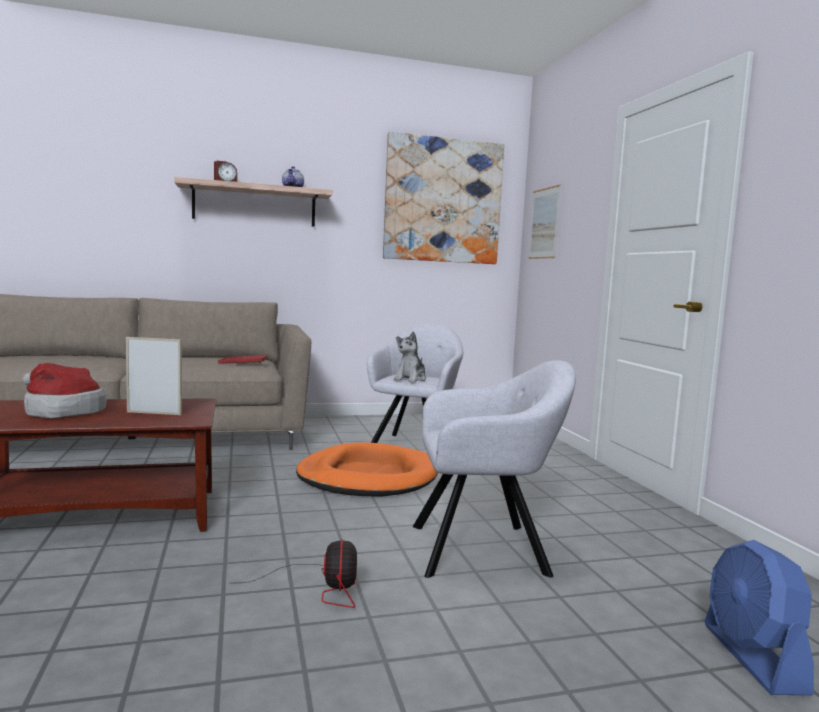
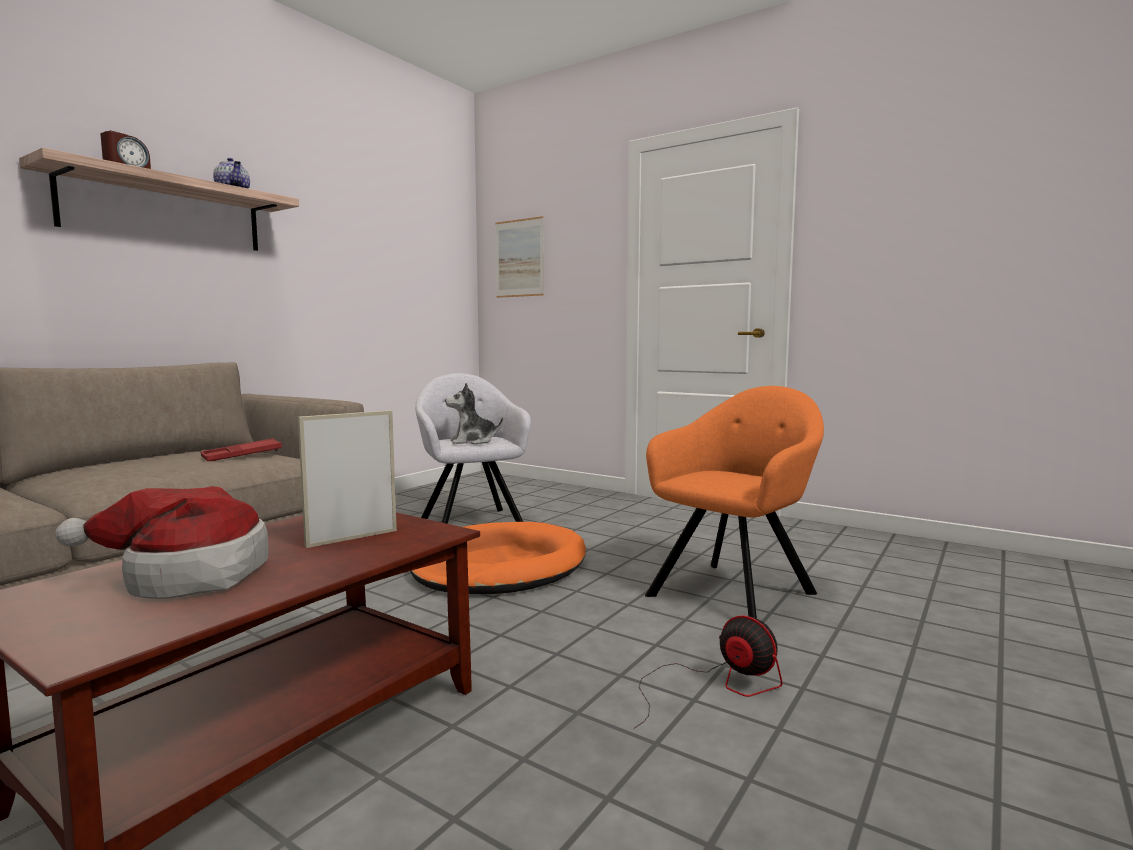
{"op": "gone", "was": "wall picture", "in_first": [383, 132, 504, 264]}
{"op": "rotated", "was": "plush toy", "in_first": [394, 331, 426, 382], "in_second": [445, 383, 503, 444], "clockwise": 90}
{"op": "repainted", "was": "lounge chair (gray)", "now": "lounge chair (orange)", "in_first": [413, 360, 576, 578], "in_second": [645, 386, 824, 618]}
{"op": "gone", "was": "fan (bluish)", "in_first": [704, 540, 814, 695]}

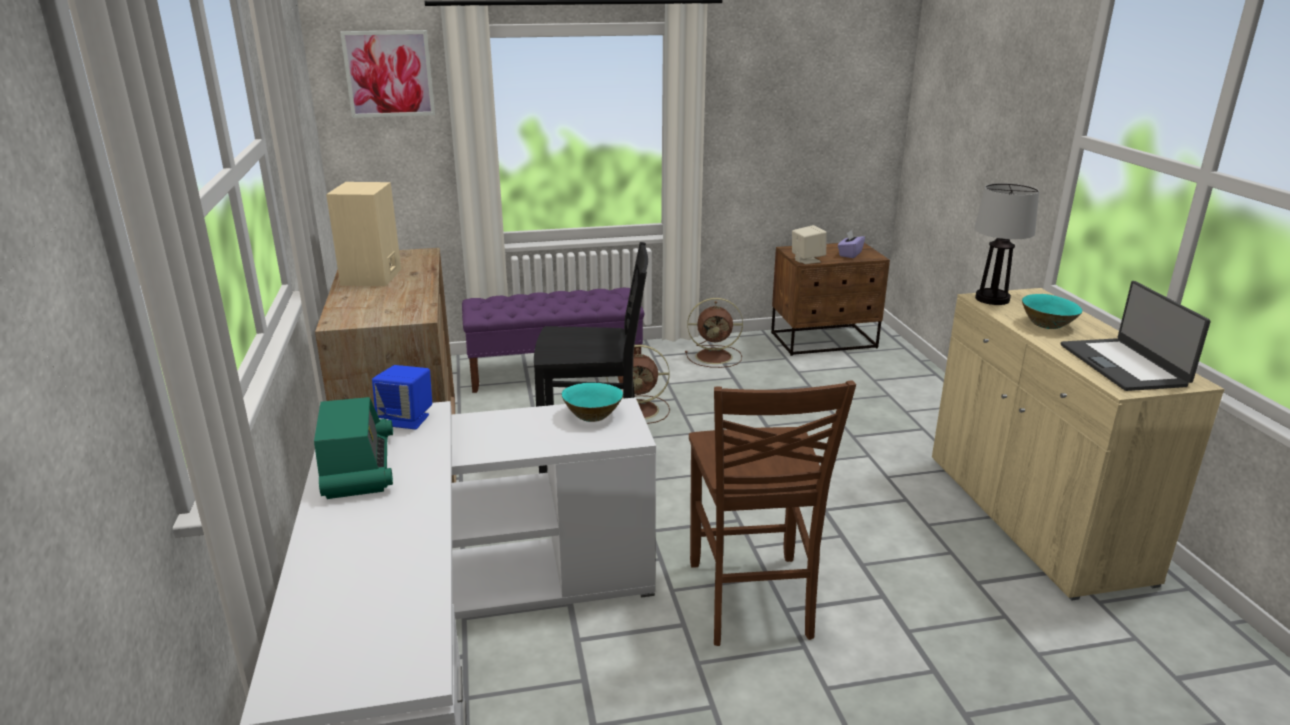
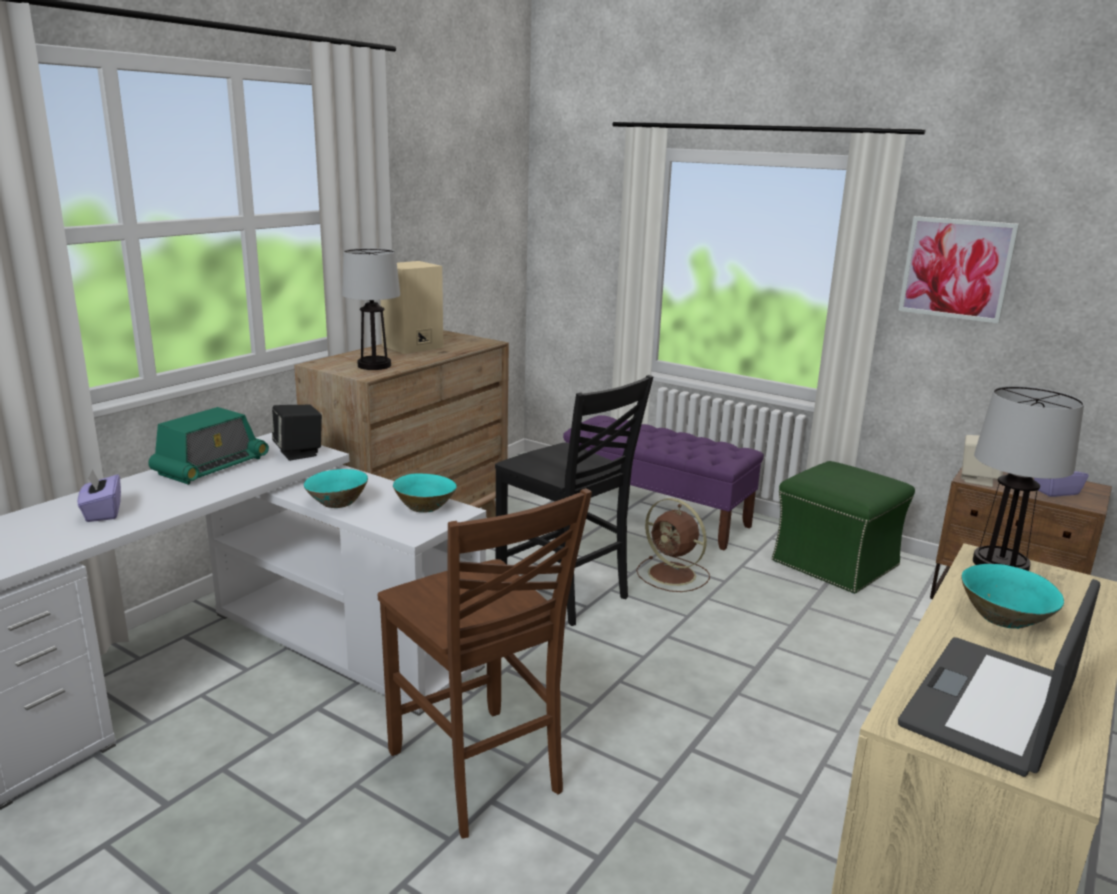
{"op": "shifted", "was": "wall picture", "in_first": [340, 30, 435, 118], "in_second": [898, 216, 1019, 324]}
{"op": "repainted", "was": "loudspeaker (bluish)", "now": "loudspeaker (black-coloured)", "in_first": [372, 365, 432, 429], "in_second": [272, 405, 322, 461]}
{"op": "swapped", "was": "fan (brownish)", "now": "ottoman (green-coloured)", "in_first": [685, 298, 743, 368], "in_second": [772, 461, 915, 594]}
{"op": "rotated", "was": "upright chair (brownish)", "in_first": [689, 380, 856, 646], "in_second": [378, 488, 592, 839], "clockwise": -75}
{"op": "new", "now": "tissue holder (purplish)", "in_second": [77, 469, 121, 522]}
{"op": "new", "now": "deep dish (turquoise-coloured)", "in_second": [304, 469, 368, 508]}
{"op": "new", "now": "table lamp", "in_second": [342, 248, 400, 370]}

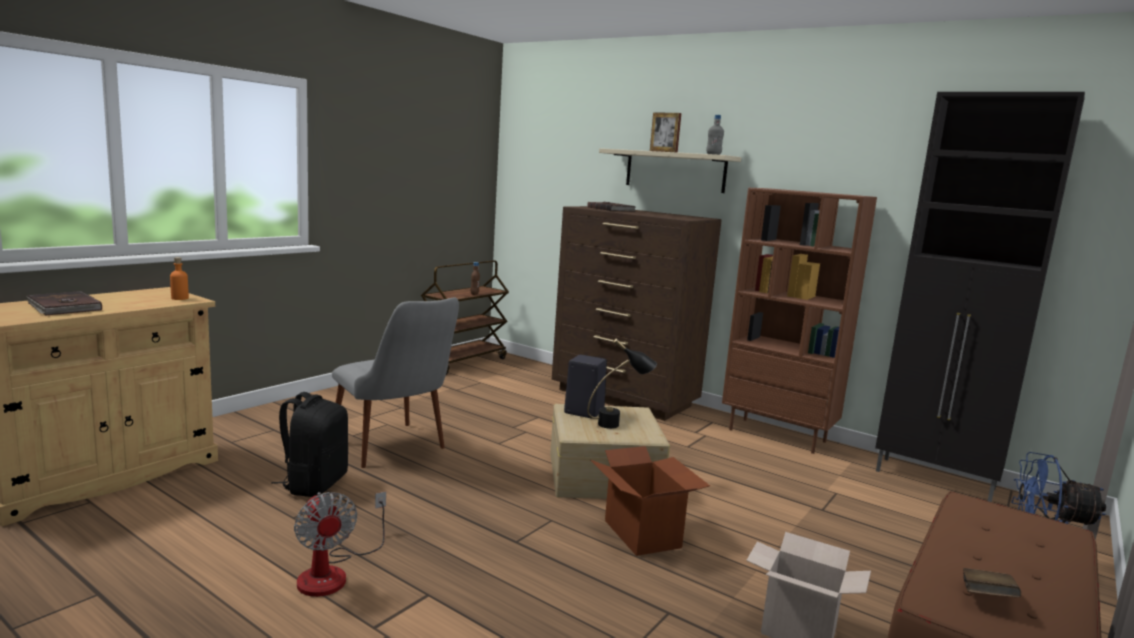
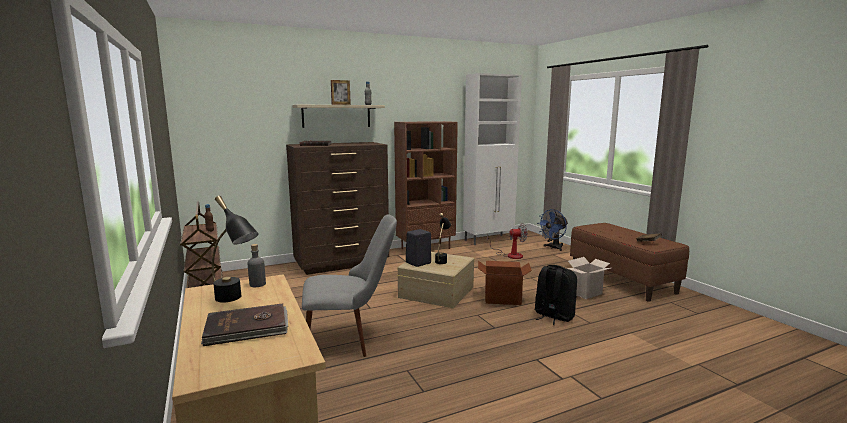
{"op": "repainted", "was": "bottle (orange)", "now": "bottle (gray)", "in_first": [170, 257, 189, 300], "in_second": [248, 244, 266, 287]}
{"op": "shifted", "was": "backpack (black-coloured)", "in_first": [271, 392, 348, 497], "in_second": [534, 265, 577, 325]}
{"op": "shifted", "was": "fan", "in_first": [294, 492, 386, 597], "in_second": [487, 223, 527, 259]}
{"op": "repainted", "was": "cupboard (black-coloured)", "now": "cupboard (whitish)", "in_first": [875, 92, 1085, 502], "in_second": [463, 73, 522, 245]}
{"op": "new", "now": "table lamp (black-coloured)", "in_second": [212, 196, 259, 303]}

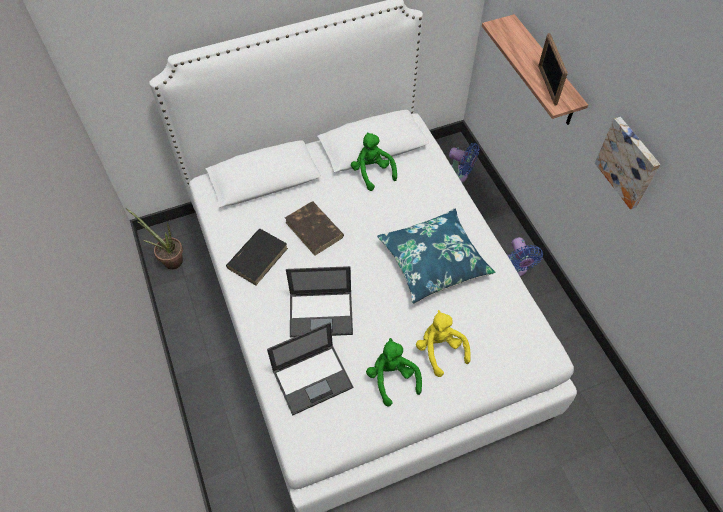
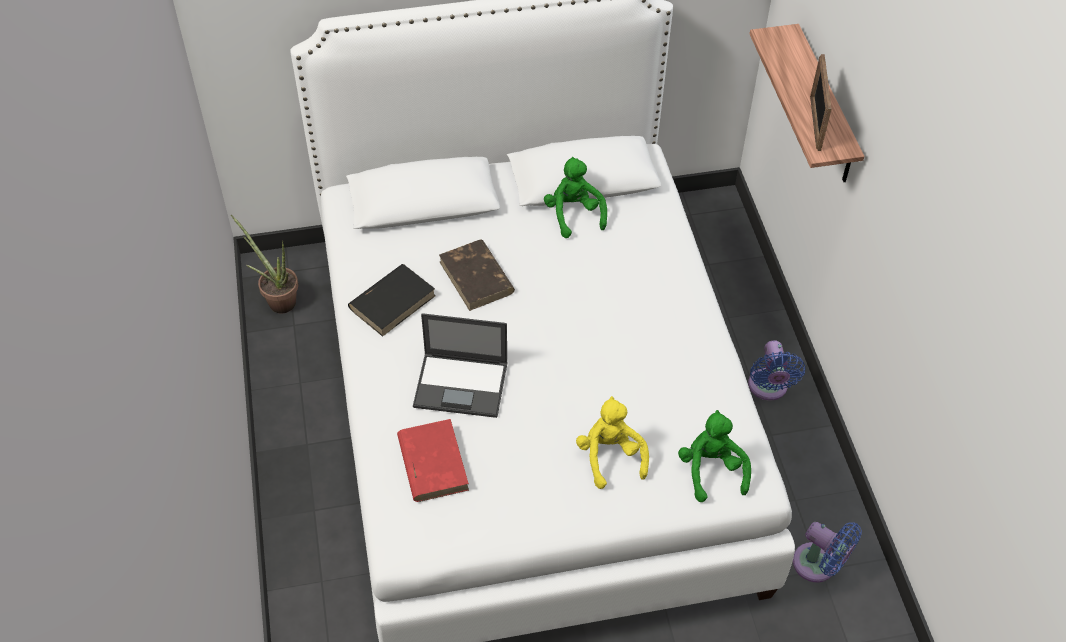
{"op": "swapped", "was": "laptop", "now": "bound book (reddish)", "in_first": [267, 322, 353, 415], "in_second": [397, 419, 469, 502]}
{"op": "shifted", "was": "plush toy (green-coloured)", "in_first": [366, 338, 422, 406], "in_second": [678, 410, 751, 502]}
{"op": "gone", "was": "cushion (bluish)", "in_first": [377, 209, 495, 304]}
{"op": "shifted", "was": "fan (bluish)", "in_first": [449, 143, 479, 183], "in_second": [793, 522, 862, 582]}
{"op": "gone", "was": "wall picture", "in_first": [595, 117, 660, 209]}

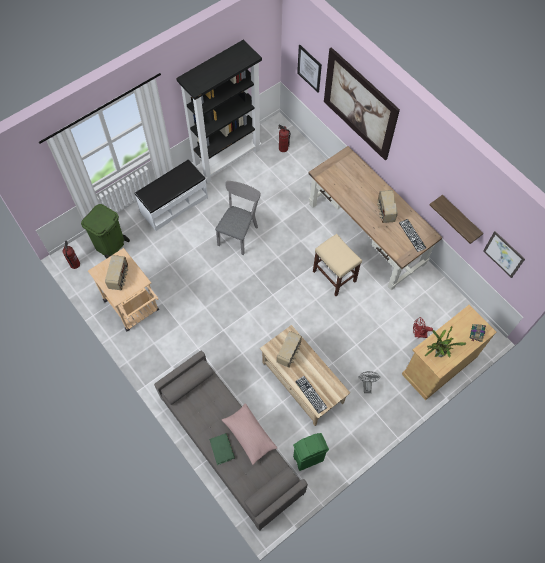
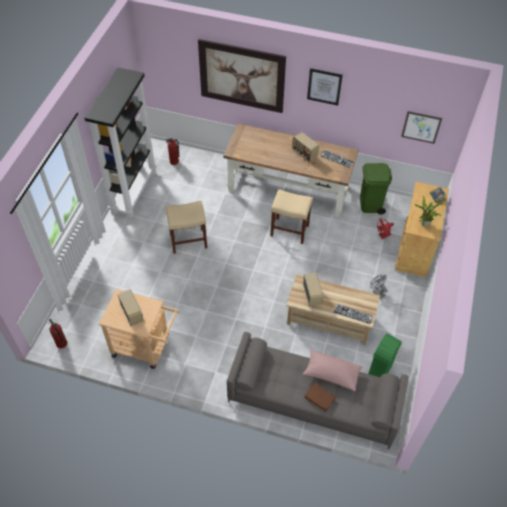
{"op": "shifted", "was": "rubbish bin (green-coloured)", "in_first": [81, 204, 130, 259], "in_second": [360, 163, 392, 215]}
{"op": "gone", "was": "long seat (whitish)", "in_first": [134, 159, 208, 231]}
{"op": "repainted", "was": "bound book (green-coloured)", "now": "bound book (brownish)", "in_first": [209, 433, 235, 465], "in_second": [304, 383, 336, 412]}
{"op": "swapped", "was": "upright chair (gray)", "now": "stool (beige)", "in_first": [215, 181, 261, 255], "in_second": [166, 201, 207, 254]}
{"op": "shifted", "was": "wall picture", "in_first": [297, 45, 322, 93], "in_second": [307, 68, 343, 106]}
{"op": "gone", "was": "shelf", "in_first": [430, 195, 483, 244]}

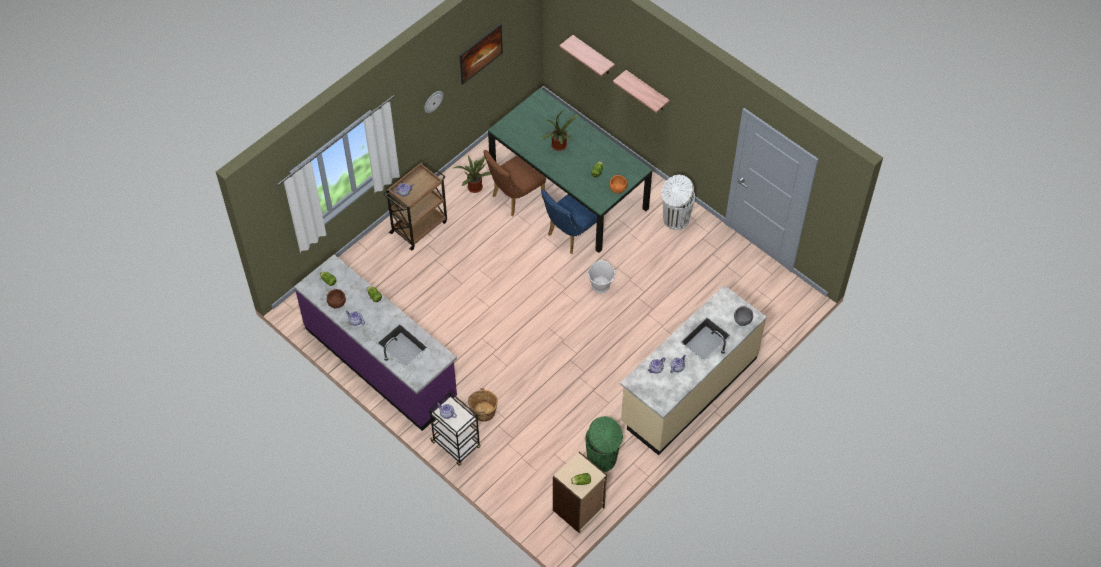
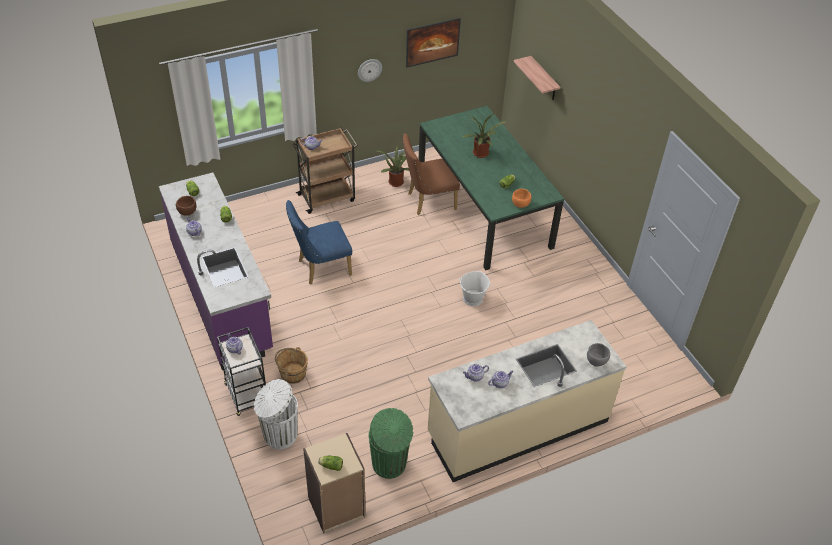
{"op": "shifted", "was": "upright chair (bluish)", "in_first": [541, 190, 597, 254], "in_second": [286, 200, 352, 285]}
{"op": "gone", "was": "shelf", "in_first": [613, 70, 670, 113]}
{"op": "shifted", "was": "rubbish bin (whitish)", "in_first": [661, 175, 695, 230], "in_second": [254, 379, 298, 449]}

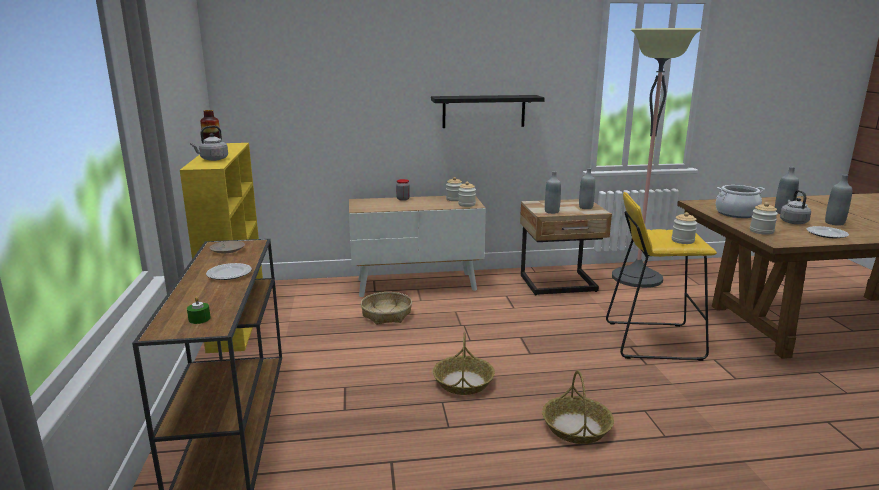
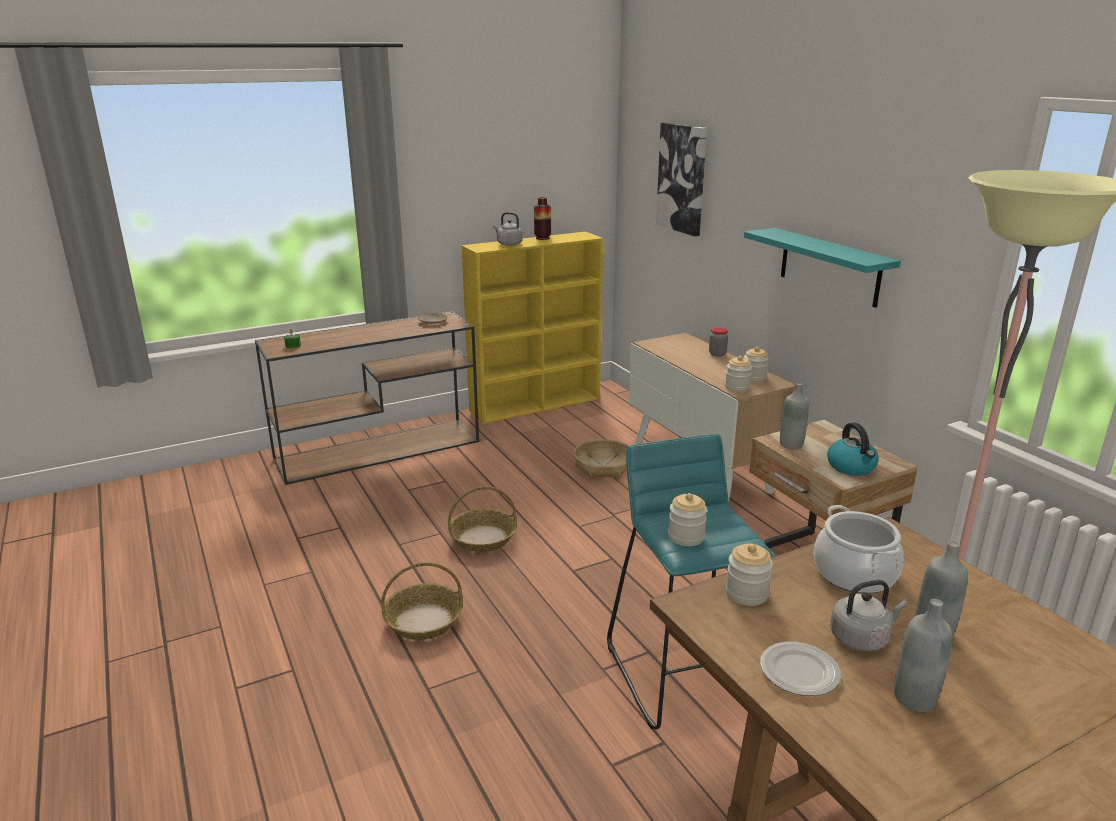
{"op": "gone", "was": "plate", "in_first": [206, 263, 252, 280]}
{"op": "repainted", "was": "shelf (black-coloured)", "now": "shelf (turquoise-coloured)", "in_first": [431, 95, 545, 128], "in_second": [744, 228, 901, 308]}
{"op": "swapped", "was": "bottle (gray)", "now": "kettle", "in_first": [579, 168, 595, 209], "in_second": [827, 423, 879, 476]}
{"op": "repainted", "was": "stool (yellowish)", "now": "stool (turquoise-coloured)", "in_first": [606, 192, 717, 361], "in_second": [607, 434, 775, 729]}
{"op": "new", "now": "wall picture", "in_second": [656, 123, 707, 236]}

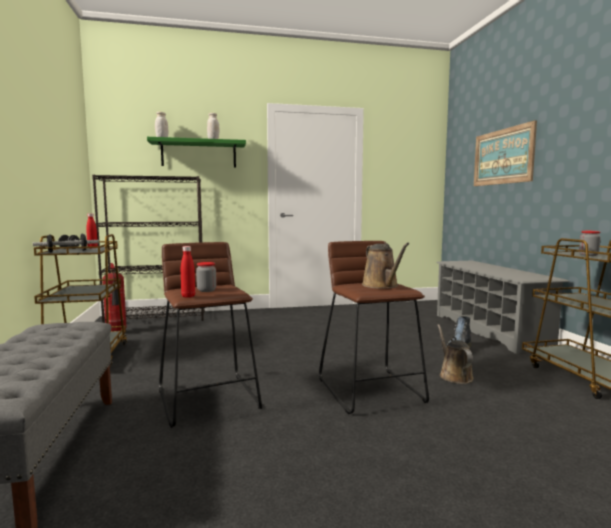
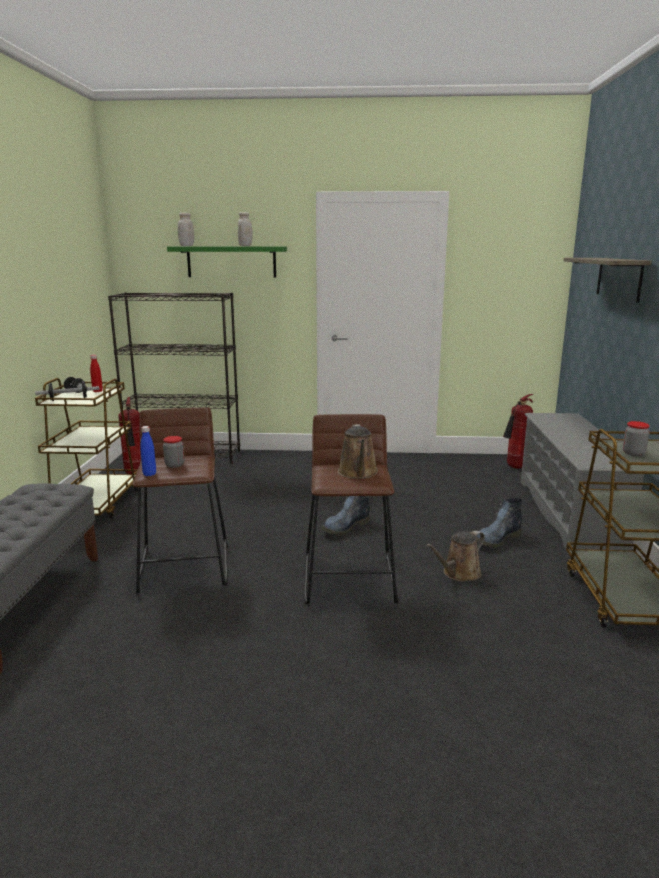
{"op": "repainted", "was": "bottle (reddish)", "now": "bottle (bluish)", "in_first": [181, 246, 195, 298], "in_second": [140, 426, 156, 476]}
{"op": "rotated", "was": "sprinkling can (brownish)", "in_first": [437, 324, 473, 384], "in_second": [426, 530, 485, 582], "clockwise": -135}
{"op": "swapped", "was": "wall picture", "now": "shelf", "in_first": [474, 120, 537, 186], "in_second": [564, 258, 652, 303]}
{"op": "new", "now": "boot", "in_second": [321, 496, 370, 535]}
{"op": "new", "now": "extinguisher", "in_second": [503, 394, 534, 469]}

